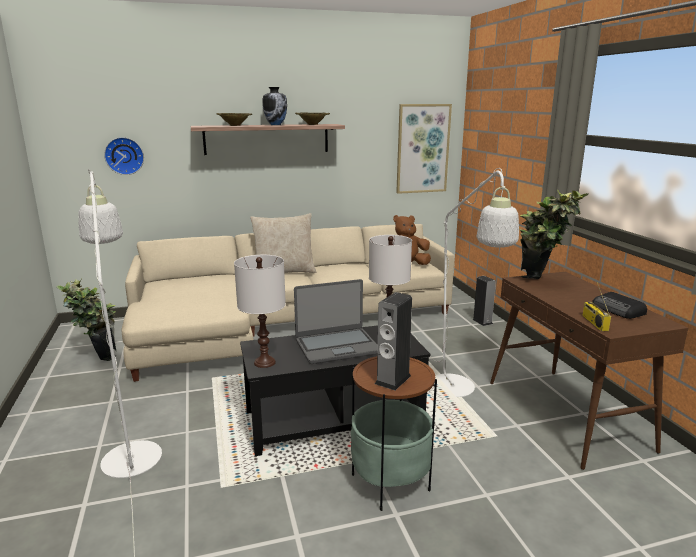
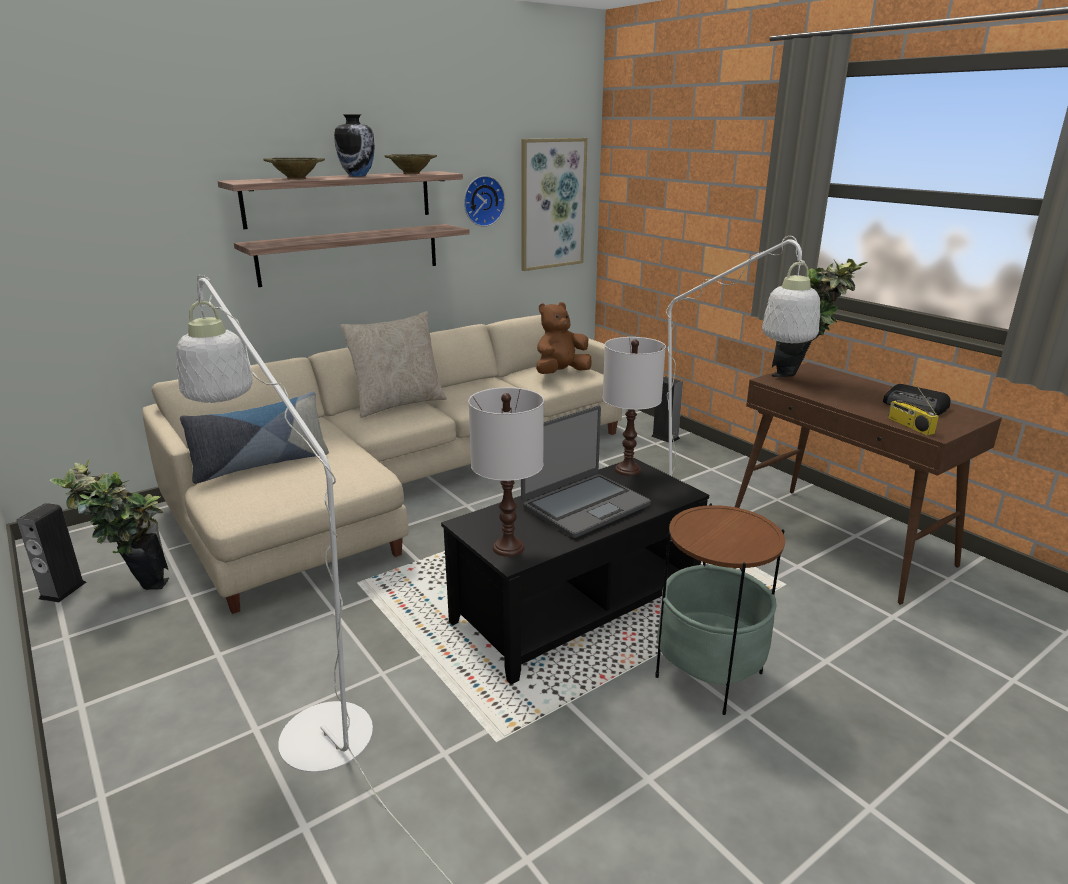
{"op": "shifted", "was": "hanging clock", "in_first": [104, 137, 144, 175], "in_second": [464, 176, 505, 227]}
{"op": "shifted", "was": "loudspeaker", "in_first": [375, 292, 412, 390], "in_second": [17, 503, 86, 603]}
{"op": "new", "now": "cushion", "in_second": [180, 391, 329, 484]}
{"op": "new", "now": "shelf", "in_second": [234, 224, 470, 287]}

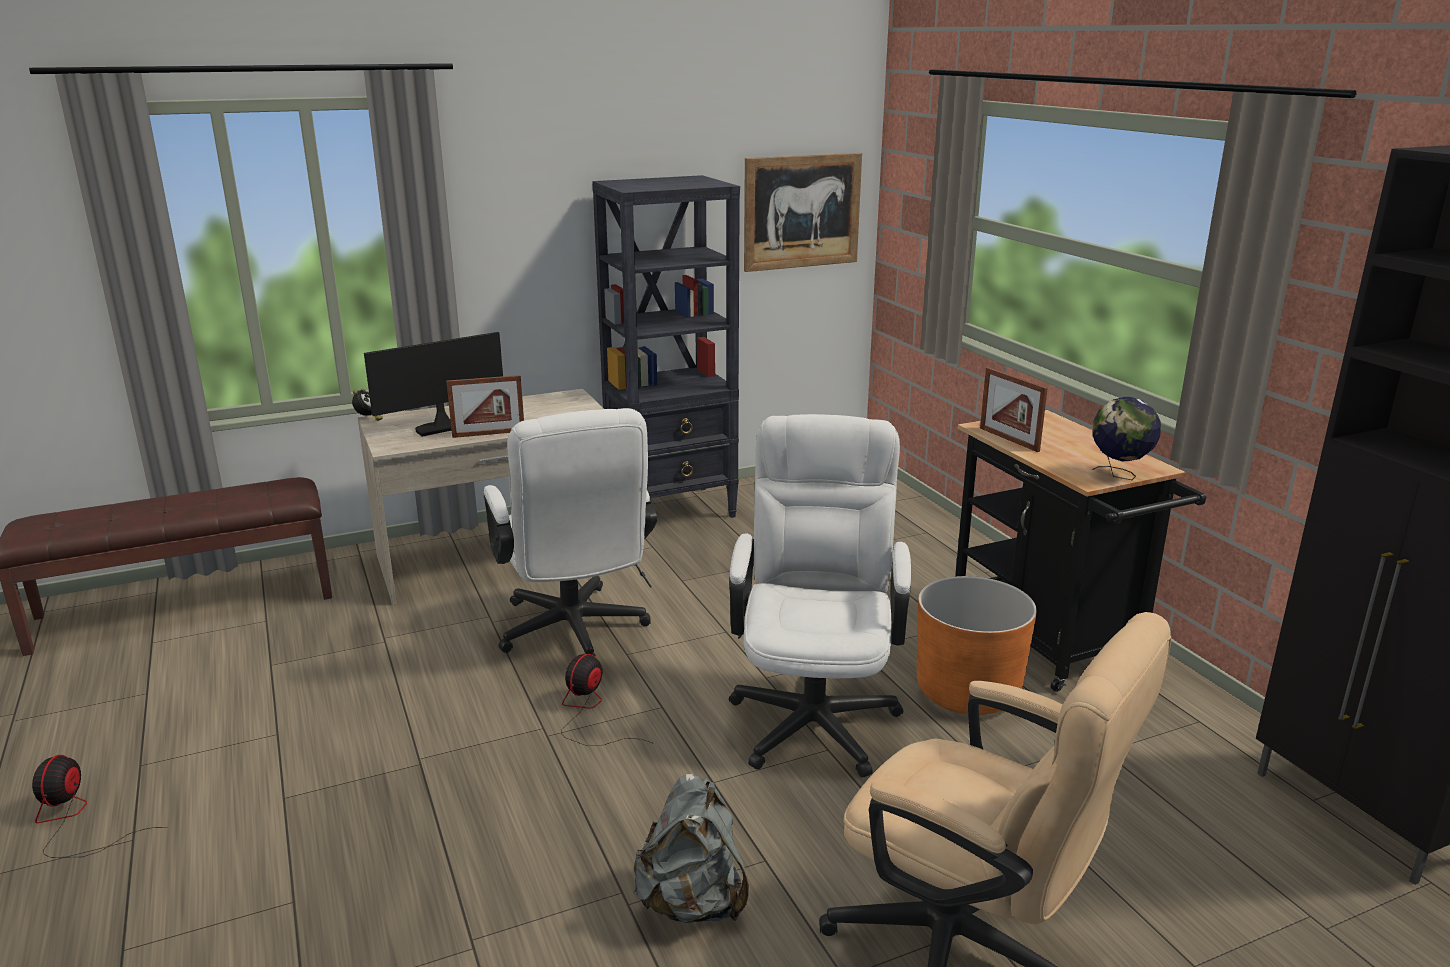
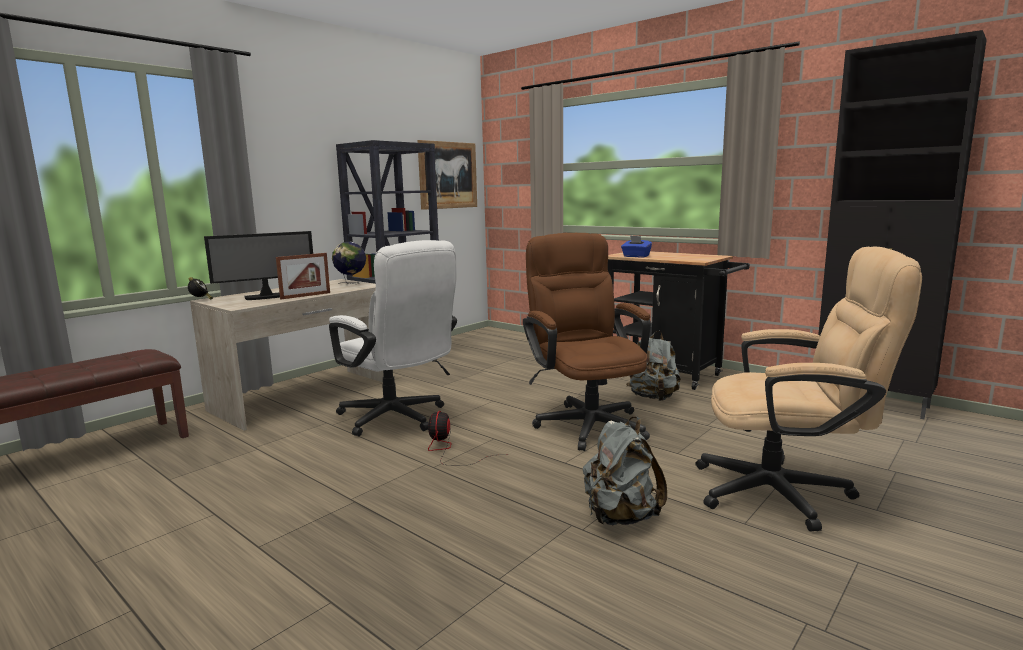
{"op": "gone", "was": "fan", "in_first": [32, 755, 167, 858]}
{"op": "rotated", "was": "computer display", "in_first": [364, 332, 503, 437], "in_second": [204, 231, 313, 300], "clockwise": -150}
{"op": "repainted", "was": "desk chair (whitish)", "now": "desk chair (brownish)", "in_first": [729, 414, 911, 778], "in_second": [523, 233, 651, 451]}
{"op": "swapped", "was": "plant pot (orange)", "now": "backpack (gray)", "in_first": [917, 576, 1037, 715], "in_second": [626, 330, 681, 401]}
{"op": "swapped", "was": "standing frame", "now": "tissue holder (bluish)", "in_first": [980, 367, 1048, 452], "in_second": [621, 236, 652, 258]}
{"op": "shifted", "was": "world globe", "in_first": [1092, 397, 1161, 480], "in_second": [332, 242, 366, 284]}

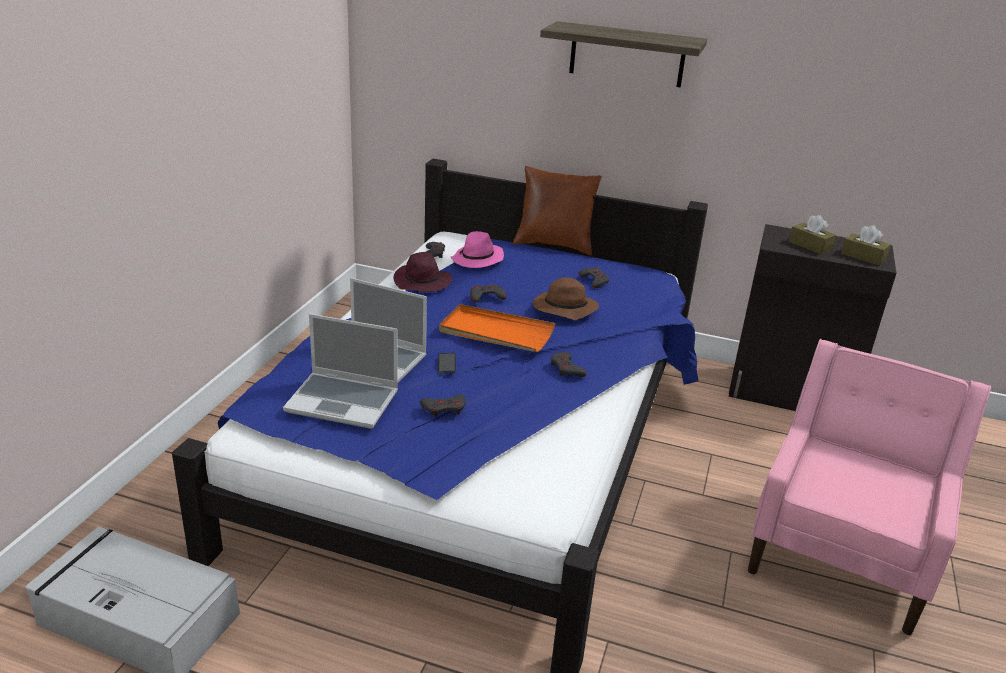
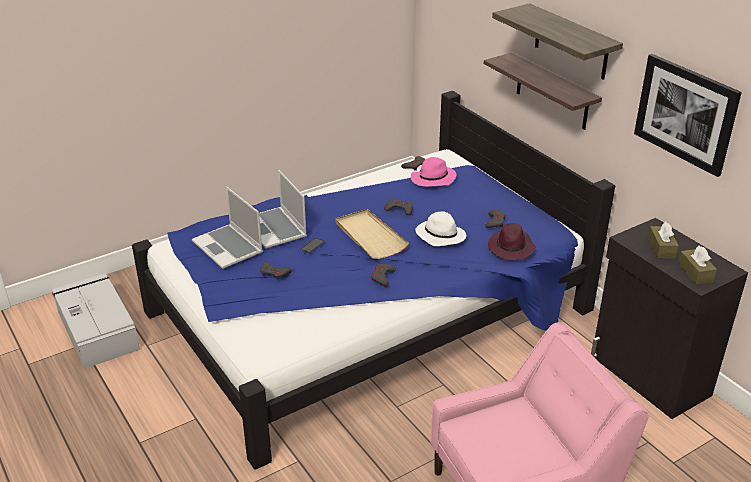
{"op": "shifted", "was": "hat (purplish)", "in_first": [394, 252, 452, 292], "in_second": [488, 223, 536, 260]}
{"op": "repainted", "was": "tray (orange)", "now": "tray (beige)", "in_first": [439, 304, 555, 352], "in_second": [335, 209, 409, 259]}
{"op": "gone", "was": "cushion (brownish)", "in_first": [513, 166, 602, 255]}
{"op": "repainted", "was": "hat (brownish)", "now": "hat (whitish)", "in_first": [533, 277, 599, 320], "in_second": [415, 211, 467, 246]}
{"op": "new", "now": "shelf", "in_second": [484, 53, 602, 130]}
{"op": "new", "now": "wall picture", "in_second": [634, 54, 742, 177]}

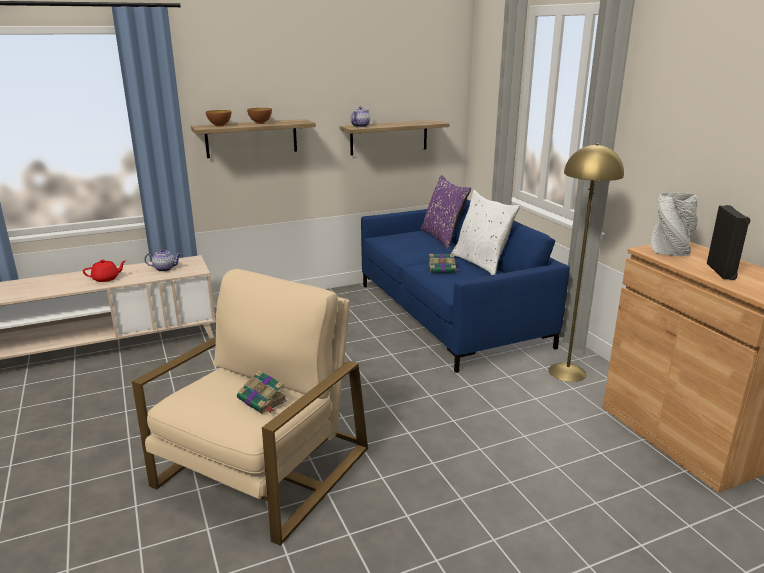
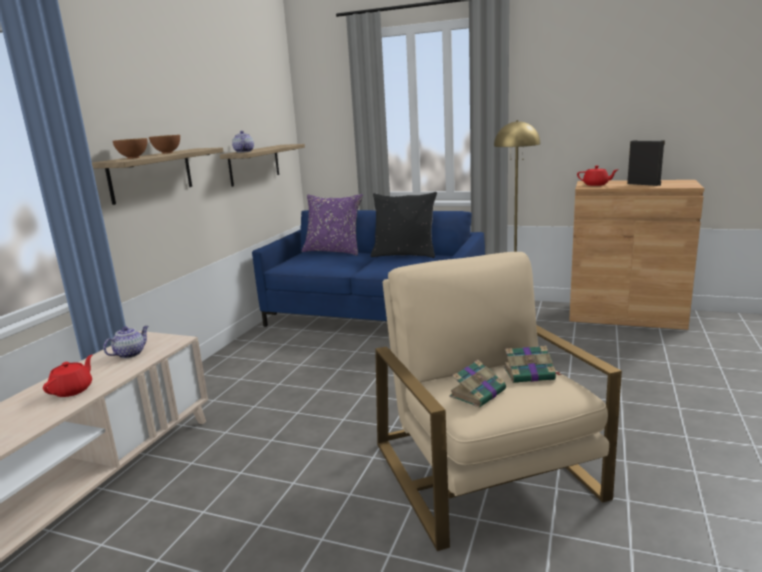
{"op": "shifted", "was": "bound book", "in_first": [429, 254, 460, 273], "in_second": [449, 360, 506, 408]}
{"op": "repainted", "was": "cushion (whitish)", "now": "cushion (black-coloured)", "in_first": [451, 190, 520, 275], "in_second": [371, 192, 437, 258]}
{"op": "swapped", "was": "flower vase (gray)", "now": "teapot (reddish)", "in_first": [651, 193, 698, 256], "in_second": [577, 166, 618, 186]}

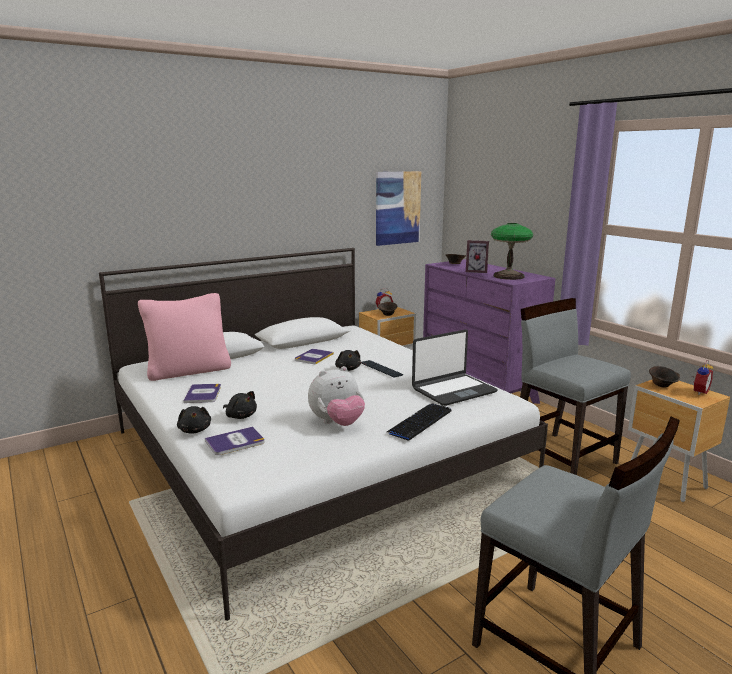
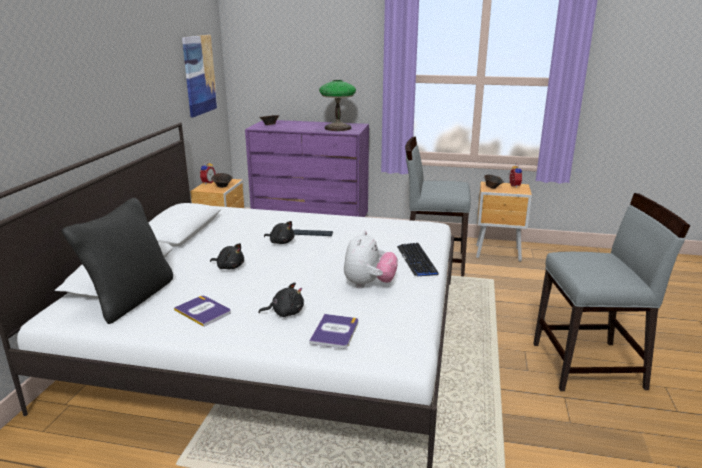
{"op": "repainted", "was": "cushion (pinkish)", "now": "cushion (black-coloured)", "in_first": [138, 293, 231, 381], "in_second": [62, 198, 173, 324]}
{"op": "shifted", "was": "plush toy (black-coloured)", "in_first": [177, 406, 211, 434], "in_second": [210, 243, 244, 269]}
{"op": "gone", "was": "bound book", "in_first": [295, 349, 334, 365]}
{"op": "gone", "was": "laptop", "in_first": [412, 329, 498, 406]}
{"op": "gone", "was": "standing frame", "in_first": [466, 240, 489, 273]}

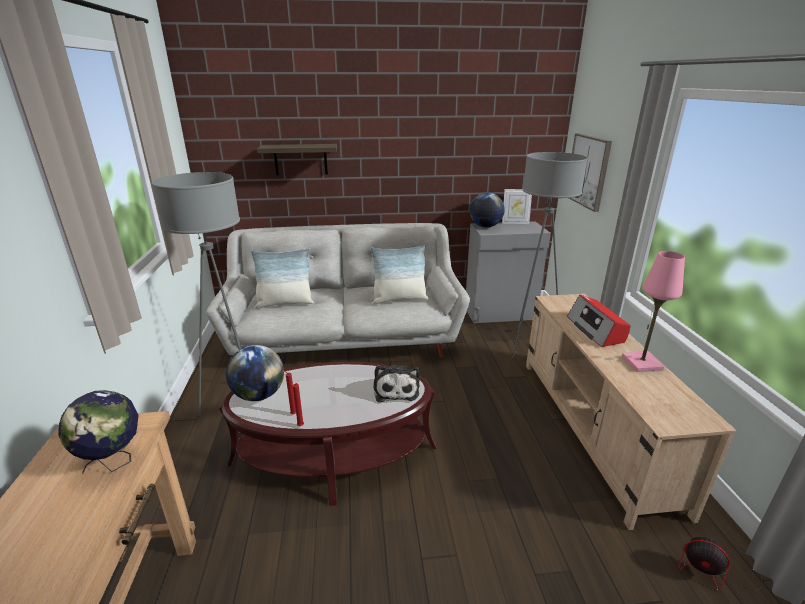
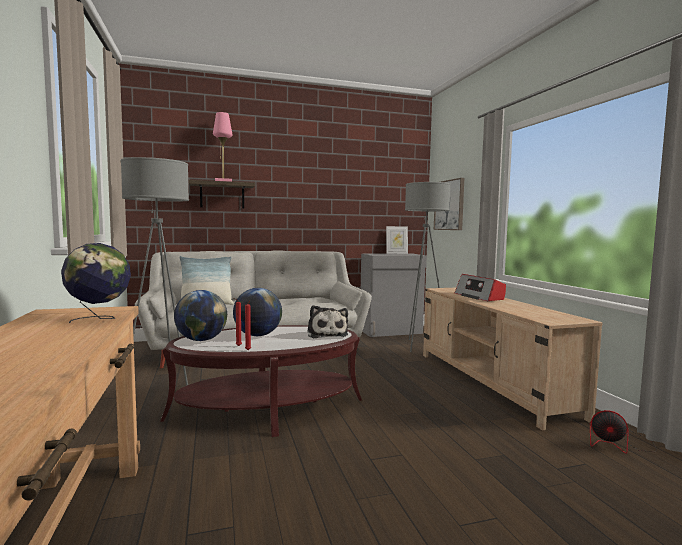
{"op": "gone", "was": "cushion", "in_first": [371, 245, 428, 304]}
{"op": "shifted", "was": "world globe", "in_first": [470, 192, 505, 228], "in_second": [233, 288, 282, 336]}
{"op": "shifted", "was": "table lamp (pinkish)", "in_first": [622, 251, 685, 372], "in_second": [213, 112, 233, 182]}

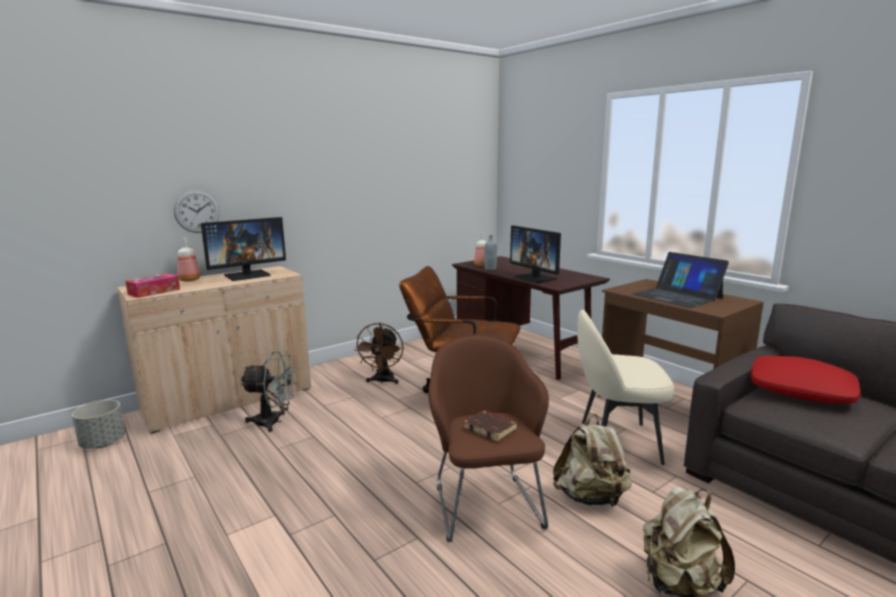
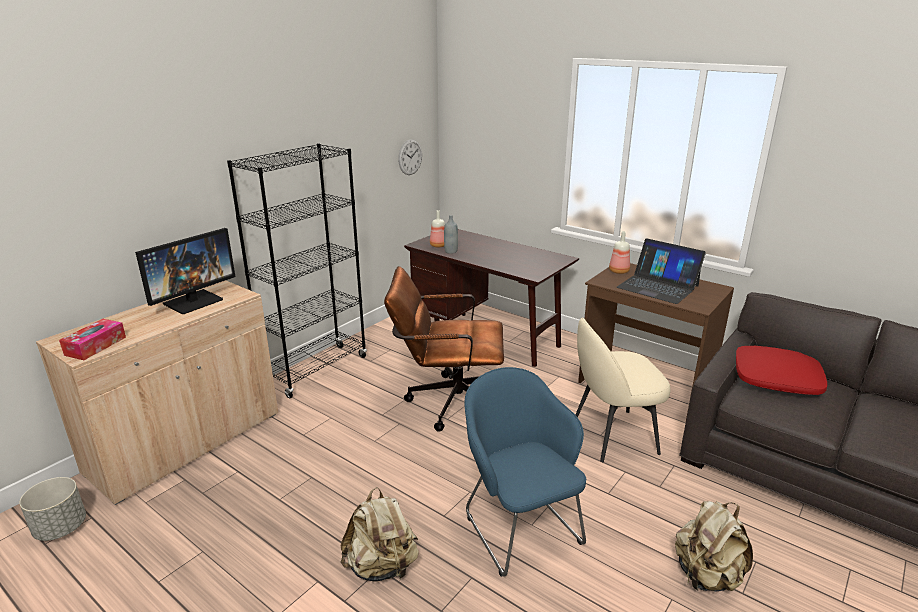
{"op": "shifted", "was": "hanging clock", "in_first": [174, 190, 220, 233], "in_second": [398, 139, 422, 175]}
{"op": "shifted", "was": "bottle", "in_first": [177, 237, 201, 281], "in_second": [609, 231, 630, 274]}
{"op": "gone", "was": "fan (gray)", "in_first": [240, 351, 297, 432]}
{"op": "gone", "was": "fan (brownish)", "in_first": [354, 323, 404, 384]}
{"op": "repainted", "was": "lounge chair (brownish)", "now": "lounge chair (bluish)", "in_first": [428, 334, 549, 542], "in_second": [464, 367, 586, 577]}
{"op": "gone", "was": "bound book (brownish)", "in_first": [464, 410, 518, 442]}
{"op": "gone", "was": "computer display", "in_first": [510, 225, 561, 283]}
{"op": "shifted", "was": "backpack (beige)", "in_first": [553, 414, 632, 507], "in_second": [341, 487, 419, 582]}
{"op": "new", "now": "bookcase (black-coloured)", "in_second": [227, 143, 367, 398]}

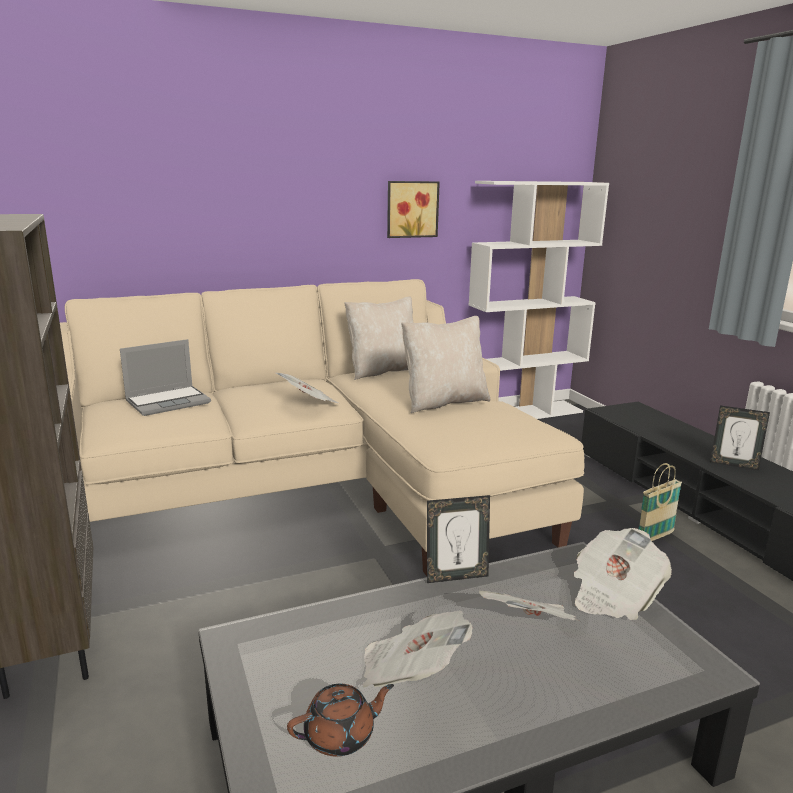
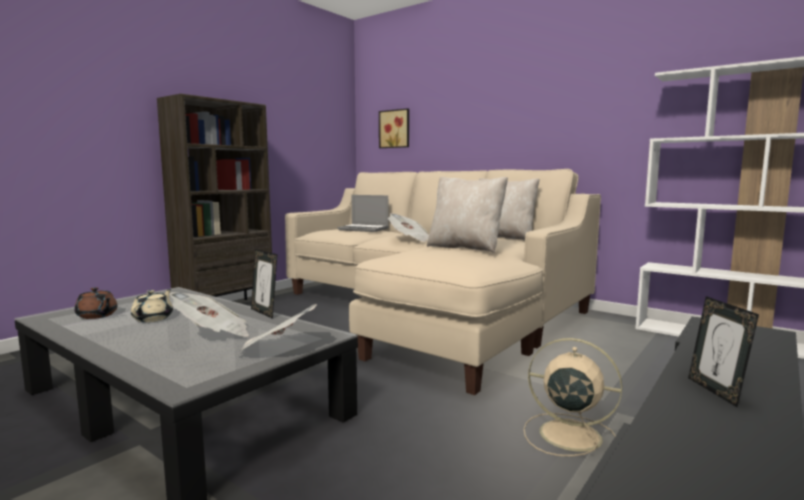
{"op": "swapped", "was": "printed paper", "now": "teapot (beige)", "in_first": [363, 610, 472, 687], "in_second": [131, 289, 173, 322]}
{"op": "shifted", "was": "wall picture", "in_first": [387, 181, 440, 238], "in_second": [379, 108, 409, 148]}
{"op": "swapped", "was": "storage basket", "now": "fan (beige)", "in_first": [639, 463, 682, 541], "in_second": [524, 338, 622, 456]}

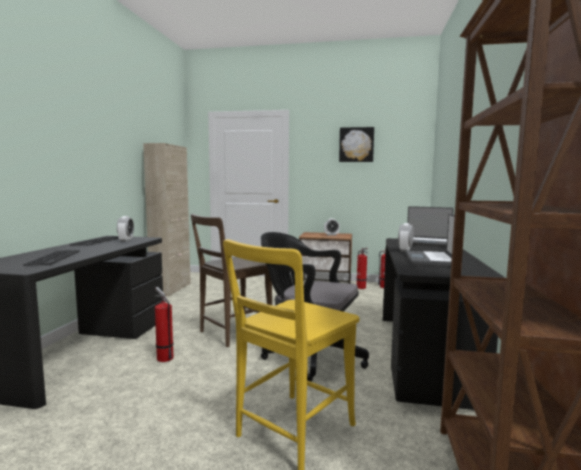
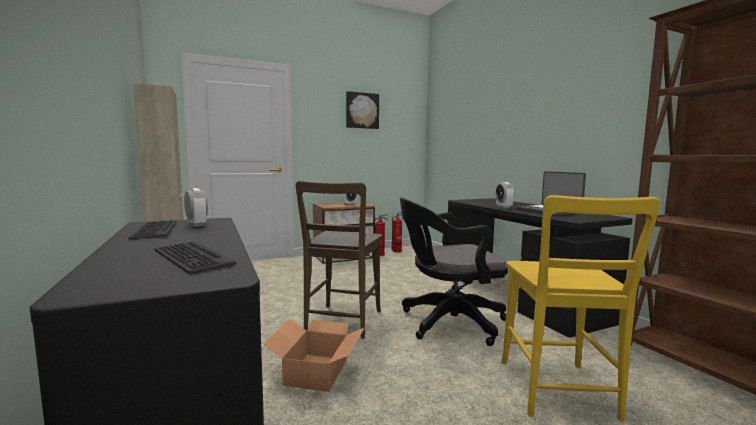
{"op": "swapped", "was": "extinguisher", "now": "carton", "in_first": [155, 287, 174, 362], "in_second": [263, 319, 365, 392]}
{"op": "gone", "was": "laptop", "in_first": [407, 206, 453, 247]}

